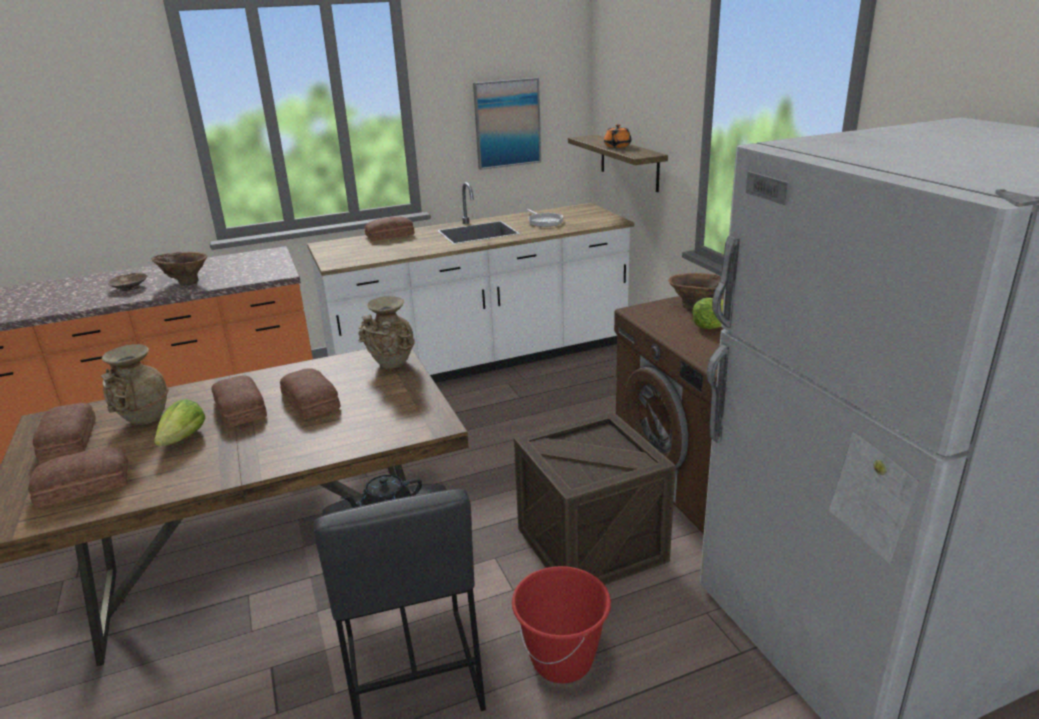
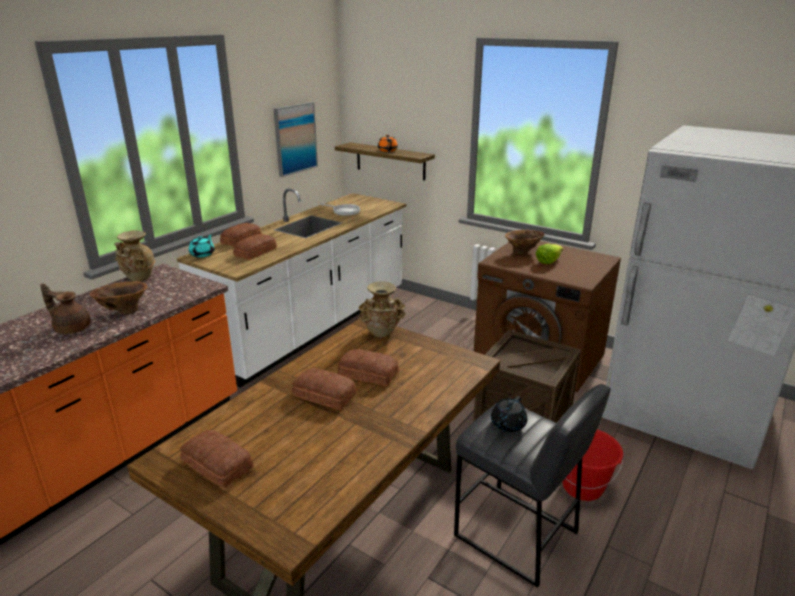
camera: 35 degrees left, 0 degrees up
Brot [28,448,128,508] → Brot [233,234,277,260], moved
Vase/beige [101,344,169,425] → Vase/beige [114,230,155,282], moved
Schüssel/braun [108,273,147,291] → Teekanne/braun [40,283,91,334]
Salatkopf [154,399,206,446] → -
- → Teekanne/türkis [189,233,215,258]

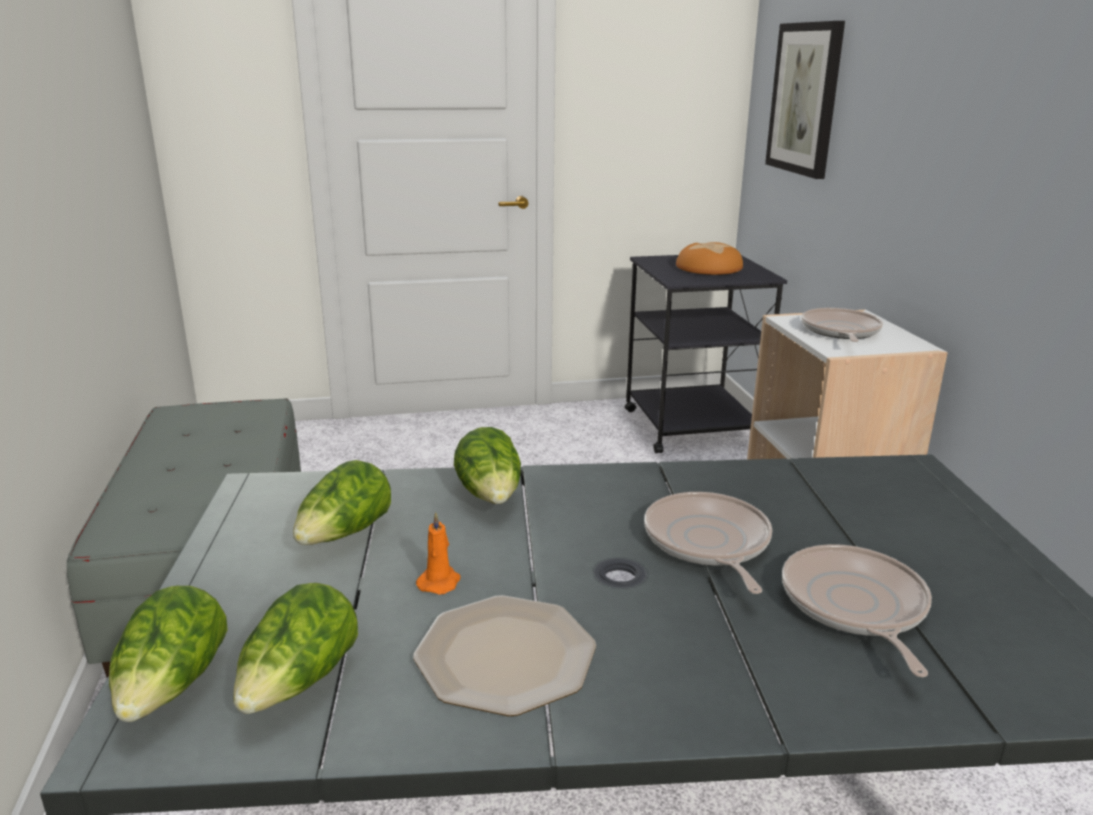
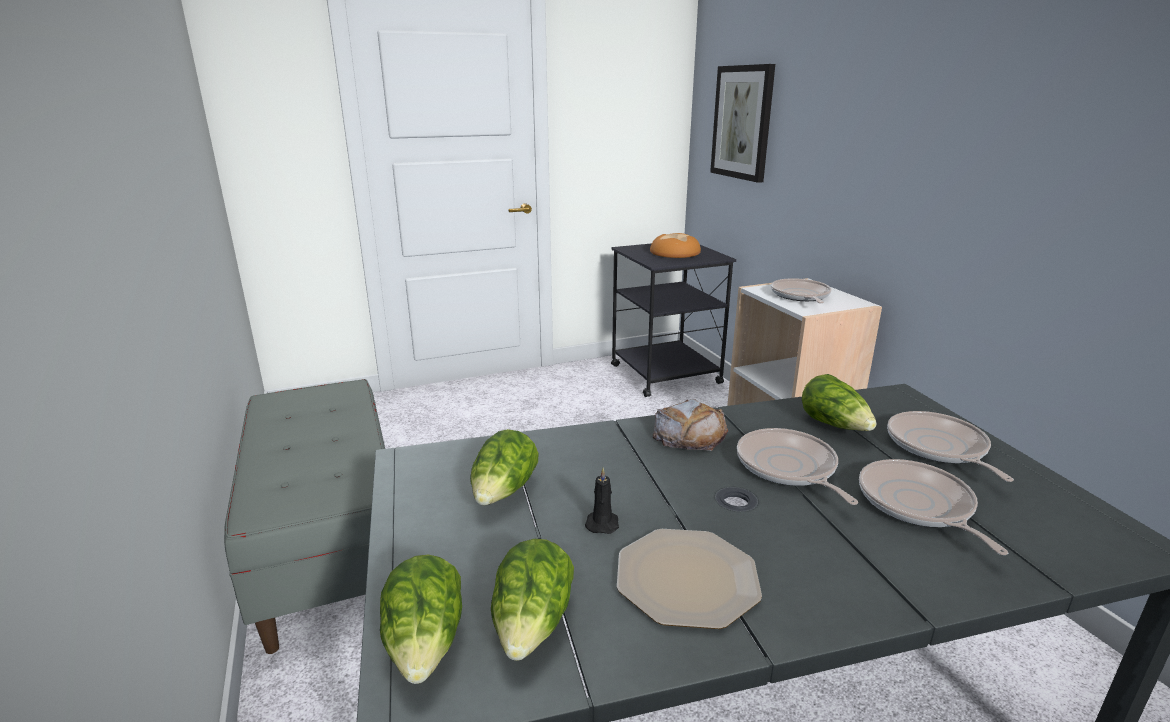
camera: 10 degrees left, 0 degrees up
Kerze/orange [416,512,460,595] → Kerze/schwarz [585,468,619,534]
Salatkopf [454,427,521,504] → Salatkopf [802,374,877,431], moved
- → Brot [653,399,728,451]
- → Pfanne [887,411,1014,482]

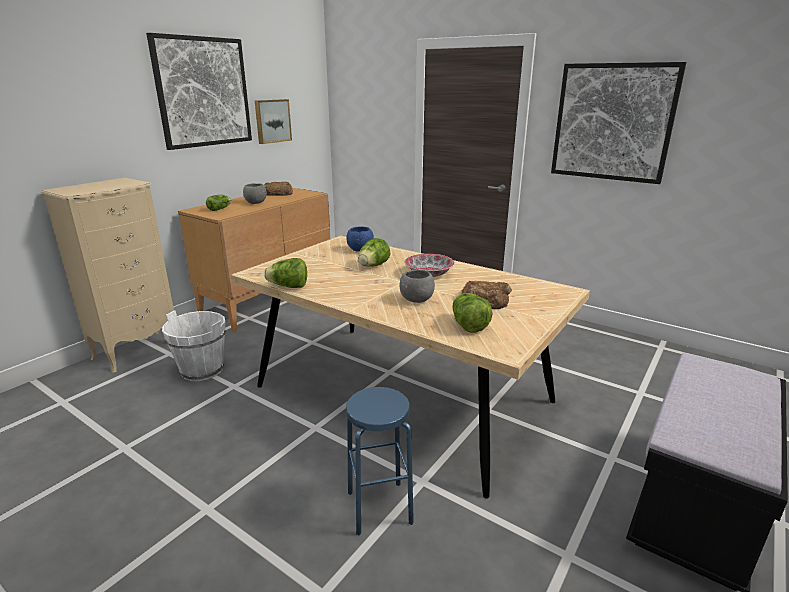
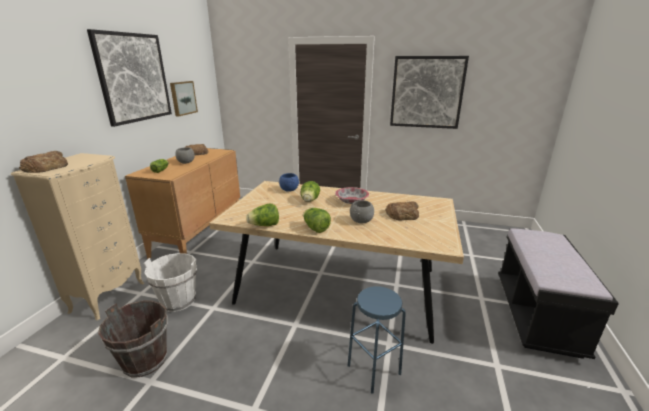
camera: 20 degrees left, 0 degrees up
Salatkopf [452,293,493,333] → Salatkopf [303,208,331,233], moved
- → Brot [19,151,68,173]
- → Eimer/braun [98,301,168,377]

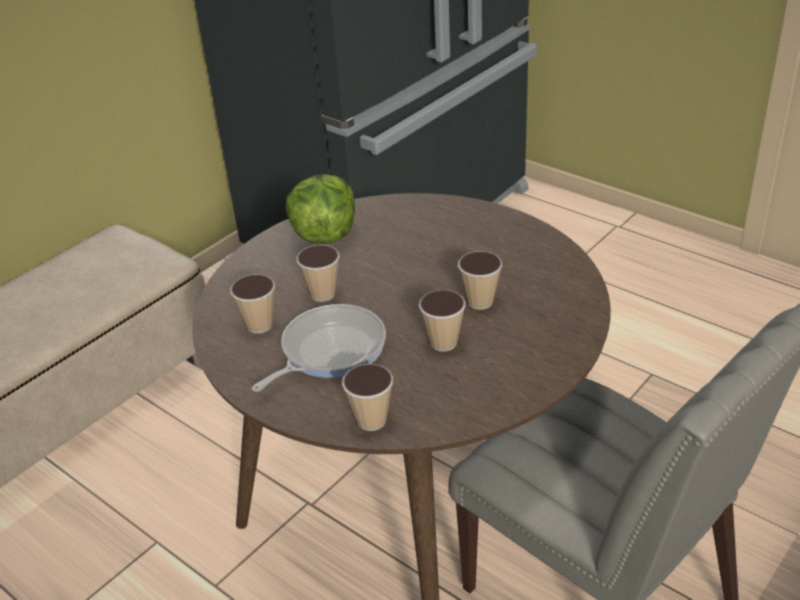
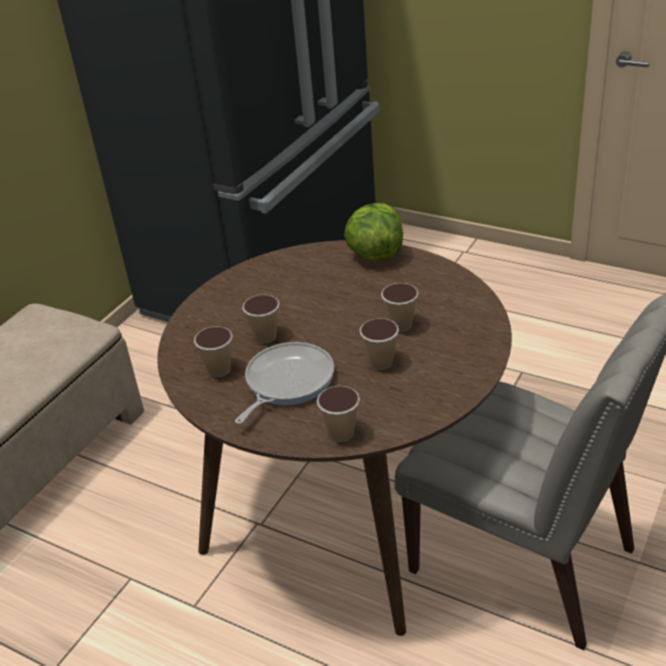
camera: 10 degrees left, 0 degrees up
Salatkopf [285,174,355,244] → Salatkopf [344,203,403,262], moved

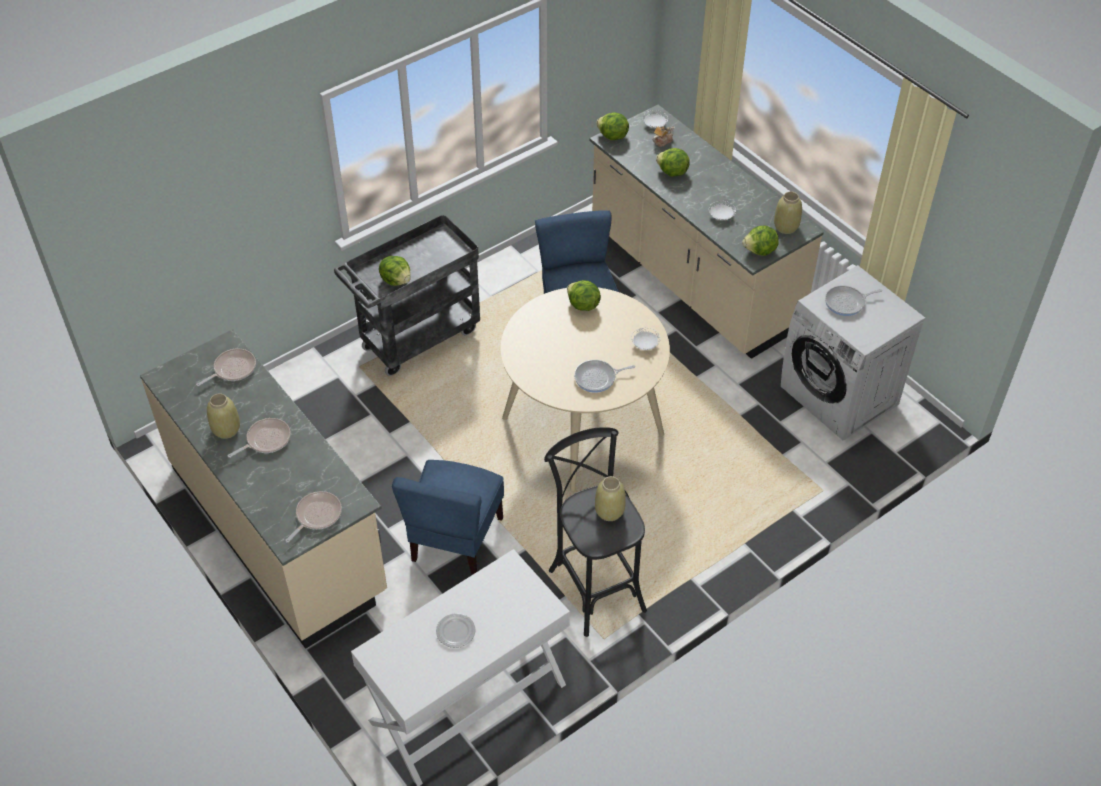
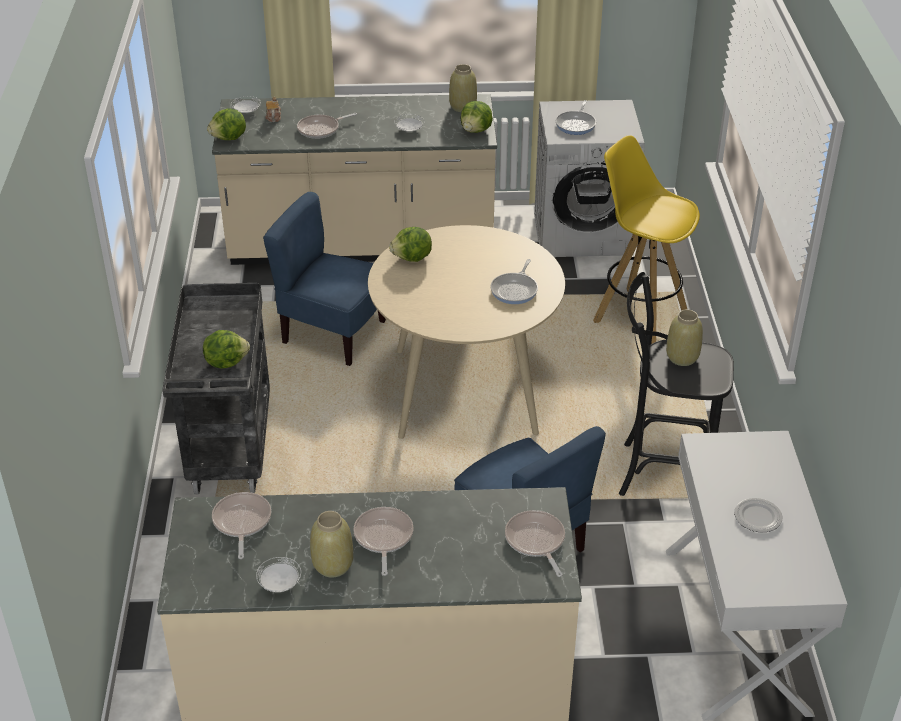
camera: 55 degrees left, 10 degrees down
Teller/weiß [631,328,660,350] → Teller/weiß [256,557,301,592], moved
Salatkopf [656,148,690,177] → Pfanne [297,113,357,139]
- → Hocker/gelb [593,135,700,344]

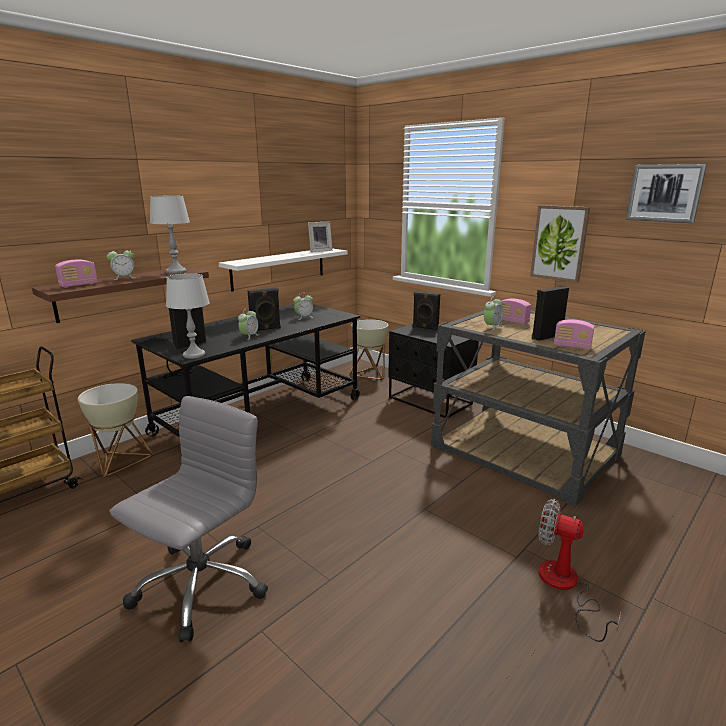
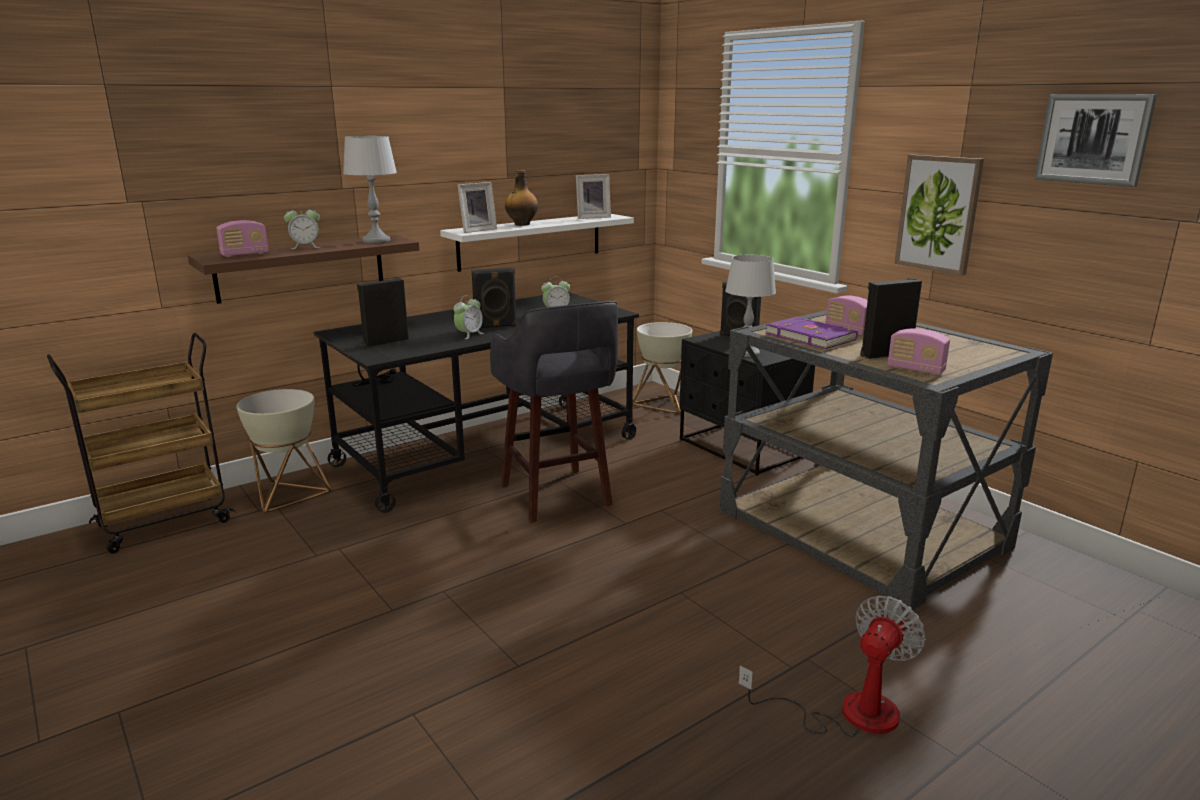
camera: 10 degrees right, 0 degrees up
Bürostuhl/grau [109,396,268,642] → -
Tischlampe/grau [166,273,210,359] → Tischlampe/grau [725,254,776,357], moved
Wecker [484,296,503,330] → Buch/lila [765,317,858,349]
Ventilator [538,499,621,642] → Ventilator [738,595,926,737], 90 degrees clockwise
- → Bilderrahmen [458,182,497,233]
- → Hocker/grau [490,301,618,522]
- → Flasche [505,170,538,226]

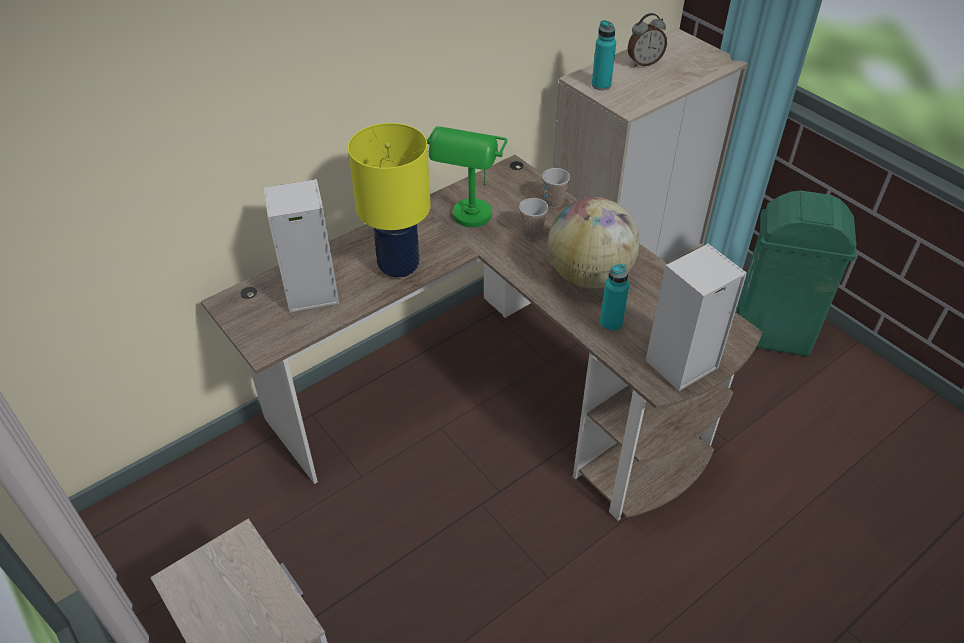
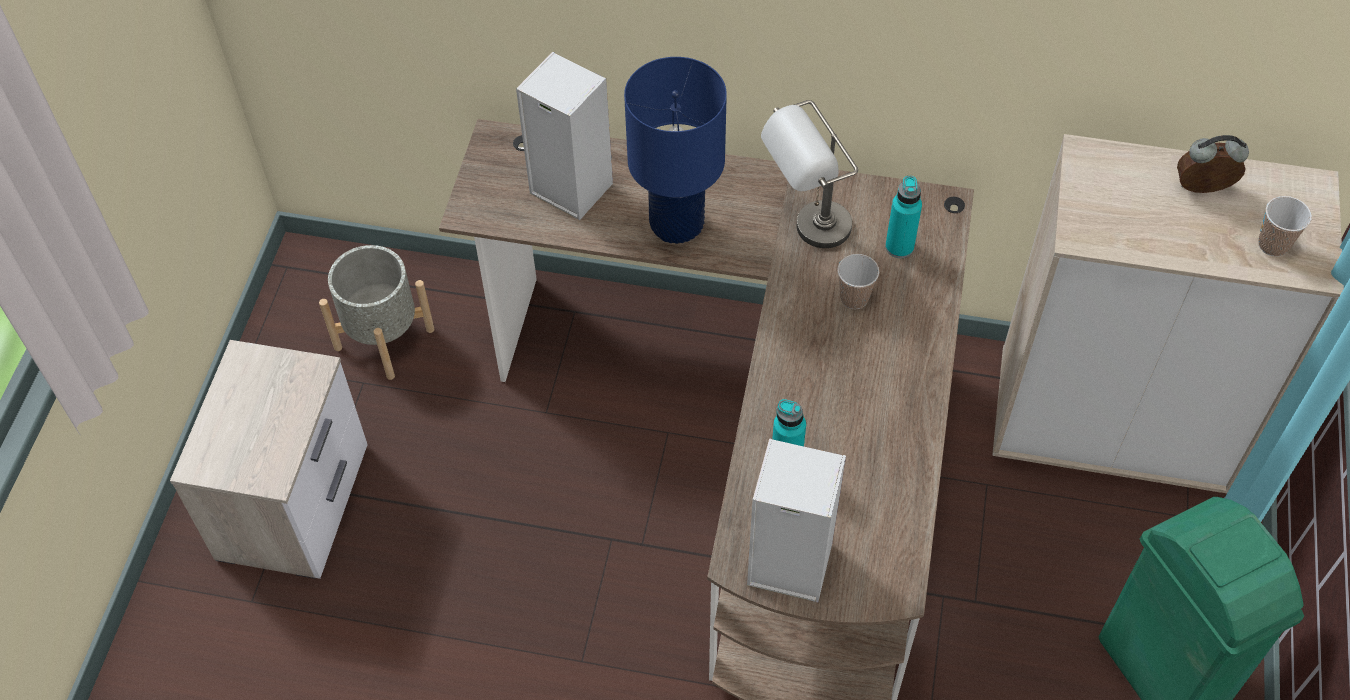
camera: 50 degrees right, 10 degrees up
Tischlampe/gelb [348,123,431,277] → Tischlampe/blau [624,57,727,244]
Tischlampe/grün [426,126,507,227] → Tischlampe/grau [761,100,858,248]
Tasse [542,168,570,208] → Tasse [1258,196,1312,257], moved
Globus [548,197,640,288] → -
Flasche/türkis [592,20,616,90] → Flasche/türkis [885,176,922,258], moved
Wecker [628,13,667,66] → Wecker [1177,135,1249,193], 150 degrees clockwise
- → Pflanzkübel/grau [319,245,434,380]

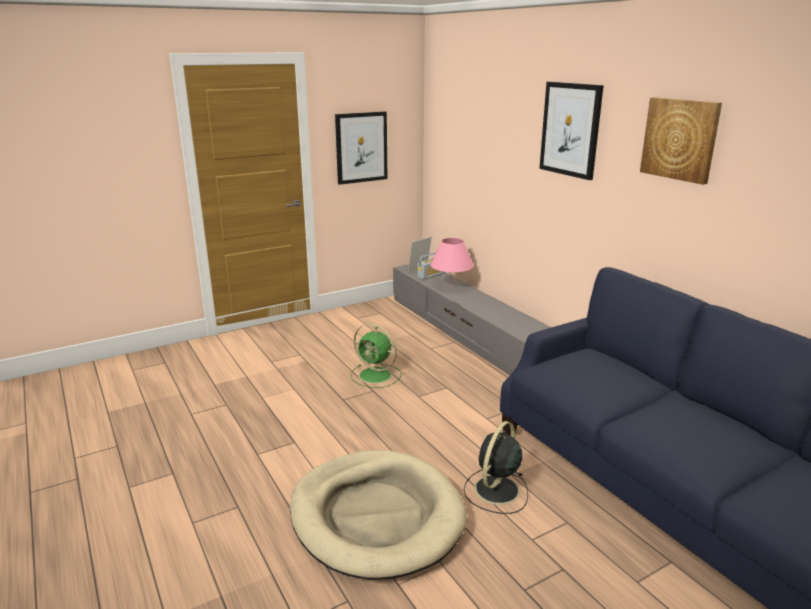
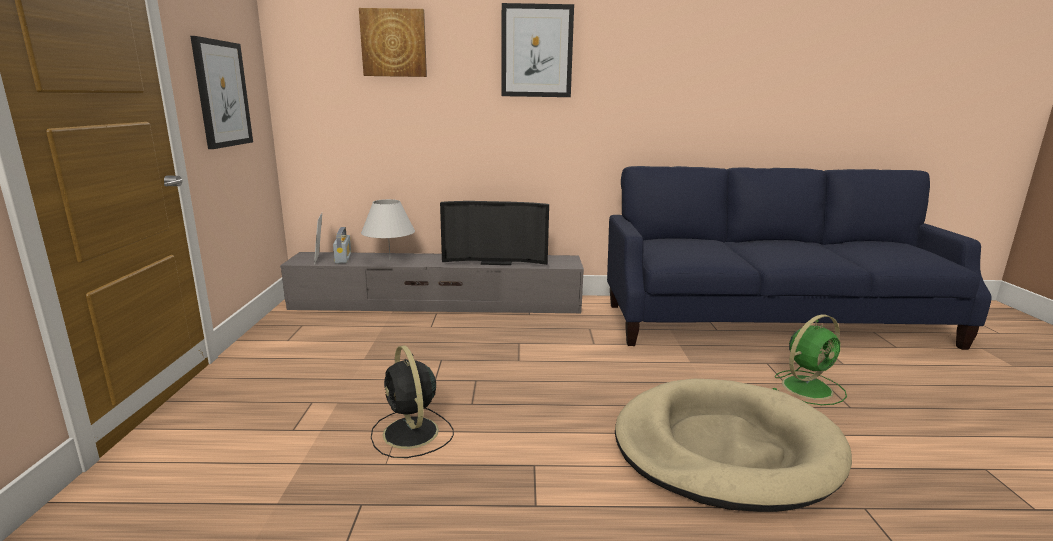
camera: 60 degrees left, 5 degrees down
Ventilator/grün [350,324,401,388] → Ventilator/grün [773,315,847,405], moved
Tischlampe/rosa [430,238,474,287] → Tischlampe/weiß [361,199,415,257]
Ventilator/schwarz [464,421,528,514] → Ventilator/schwarz [371,345,454,458], moved
Bild [640,97,722,185] → Bild [359,8,427,77], moved
- → Fernseher [440,201,549,265]

